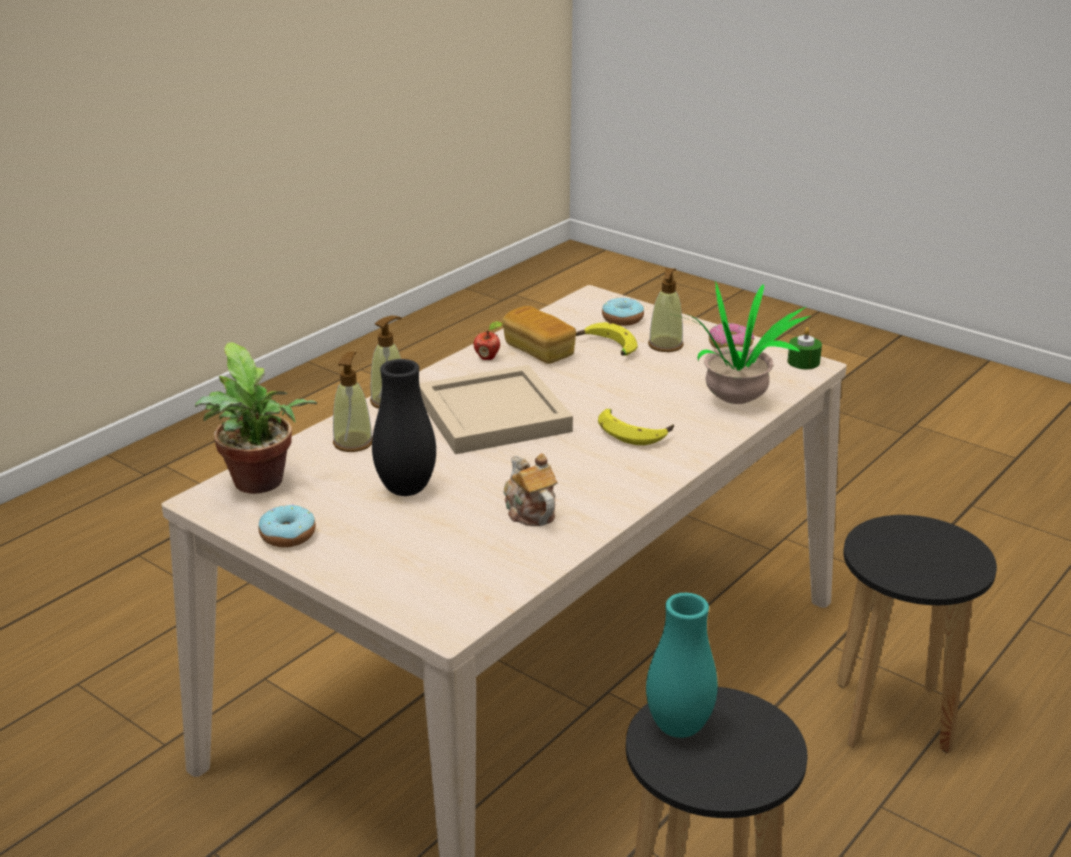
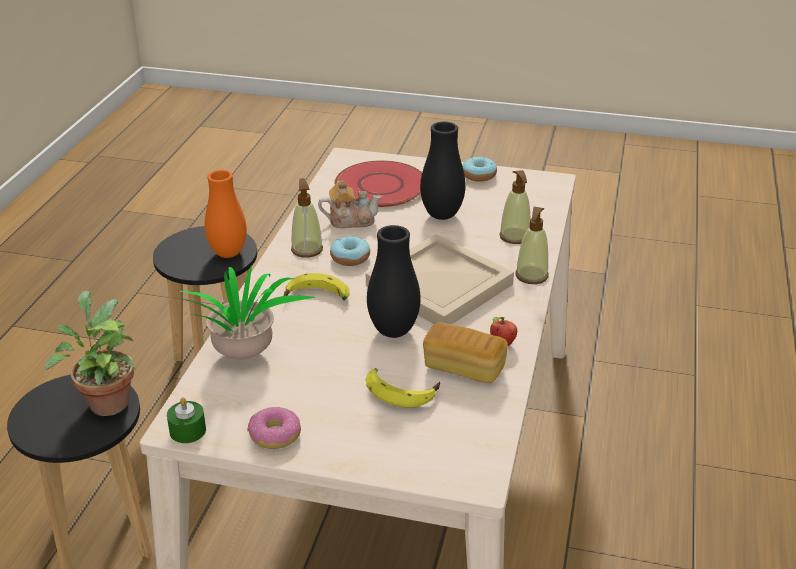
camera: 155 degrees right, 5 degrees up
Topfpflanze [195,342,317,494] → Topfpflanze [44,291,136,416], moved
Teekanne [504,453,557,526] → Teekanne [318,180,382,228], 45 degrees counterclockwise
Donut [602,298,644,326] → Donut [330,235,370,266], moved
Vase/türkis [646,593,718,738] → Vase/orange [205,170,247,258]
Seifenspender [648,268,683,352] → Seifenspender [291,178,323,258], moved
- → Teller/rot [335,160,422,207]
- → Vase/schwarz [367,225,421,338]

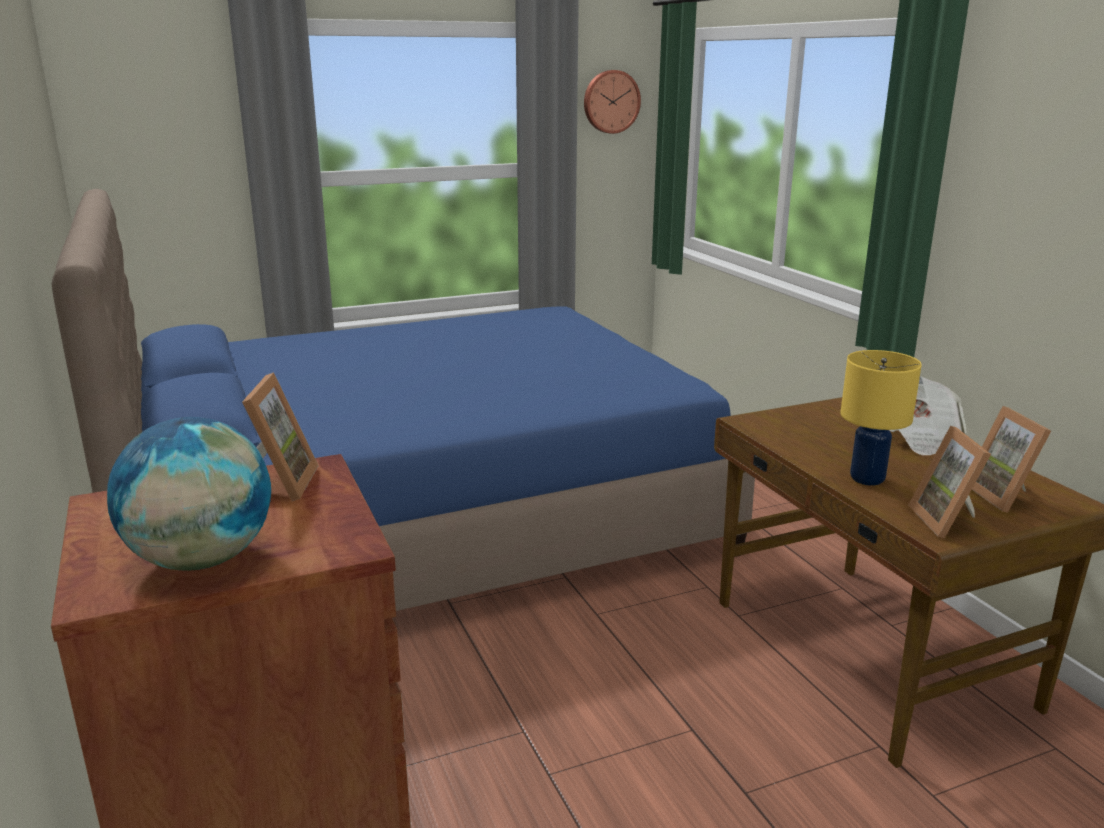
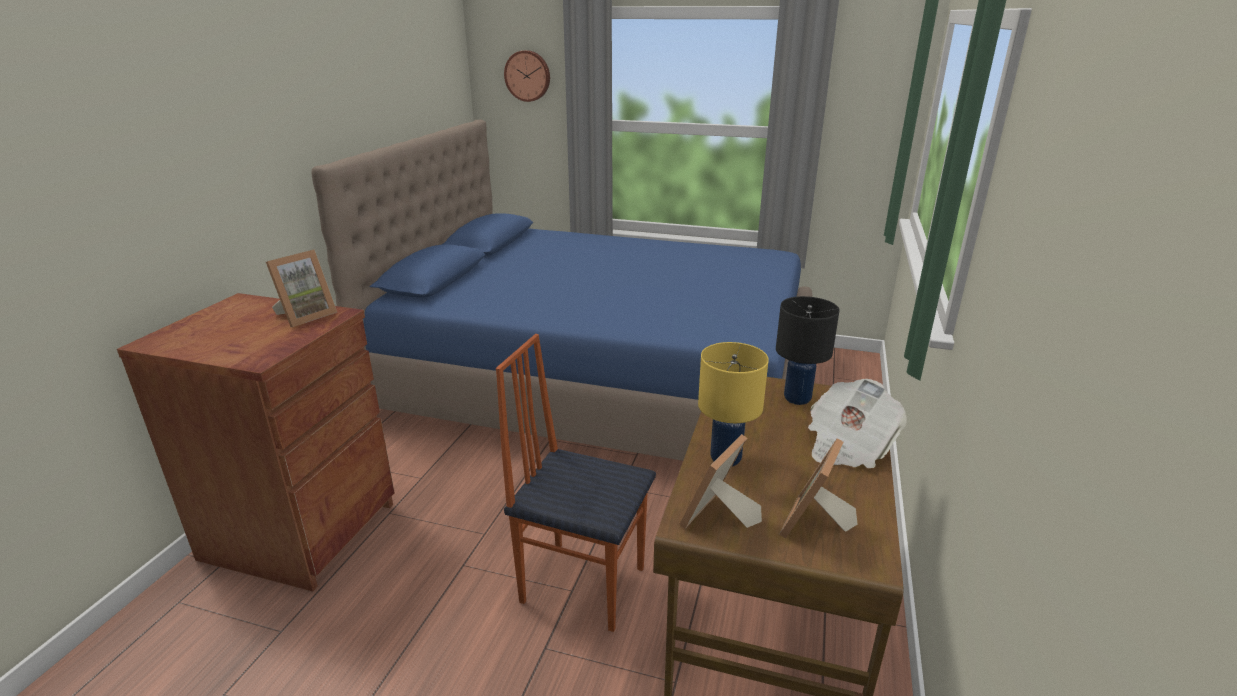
camera: 40 degrees right, 5 degrees up
Globus [107,417,271,571] → -
Wanduhr [584,70,641,134] → Wanduhr [504,50,550,102], moved
- → Stuhl [496,334,656,632]
- → Tischlampe/schwarz [776,296,840,405]

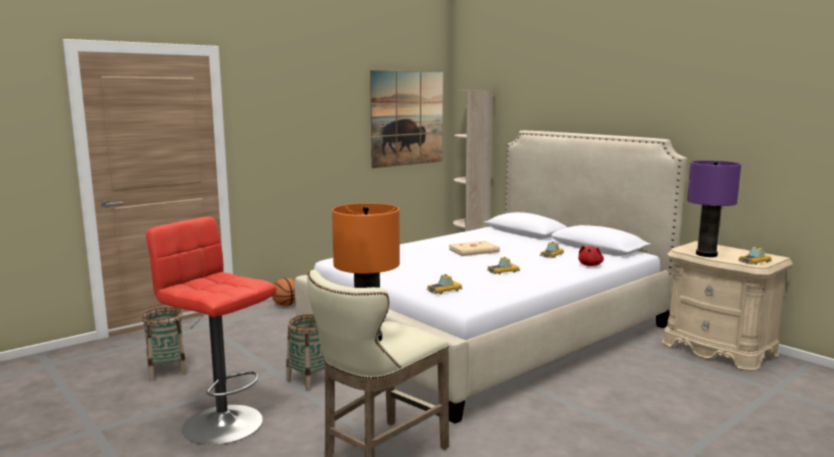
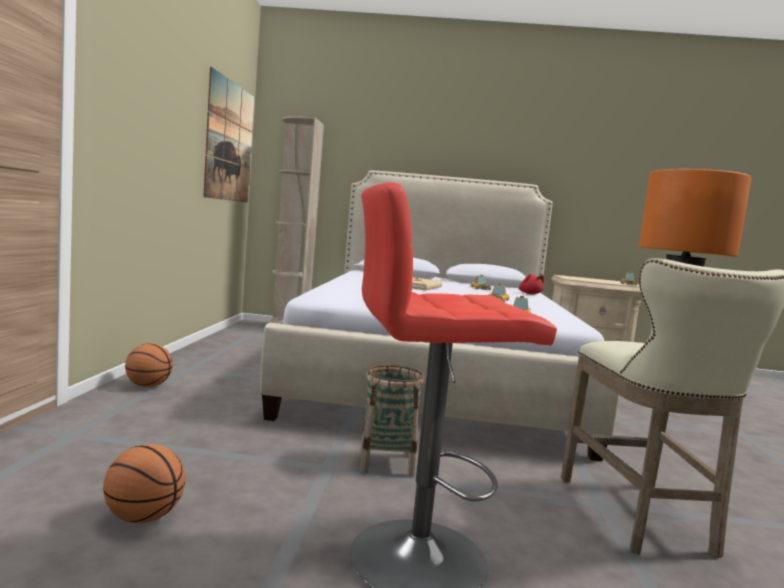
camera: 45 degrees left, 5 degrees down
Korb [142,307,187,381] → Basketball [103,444,185,523]
Tischlampe/lila [687,160,741,257] → -

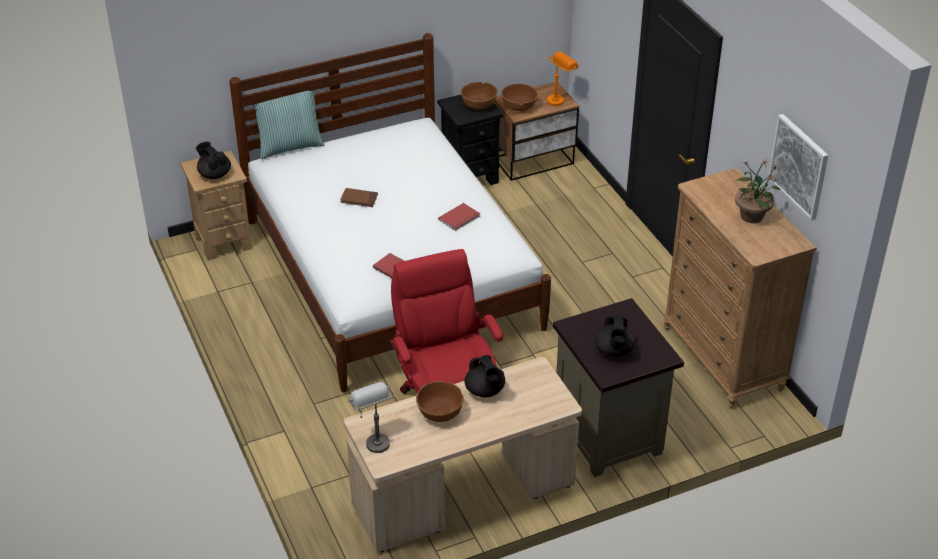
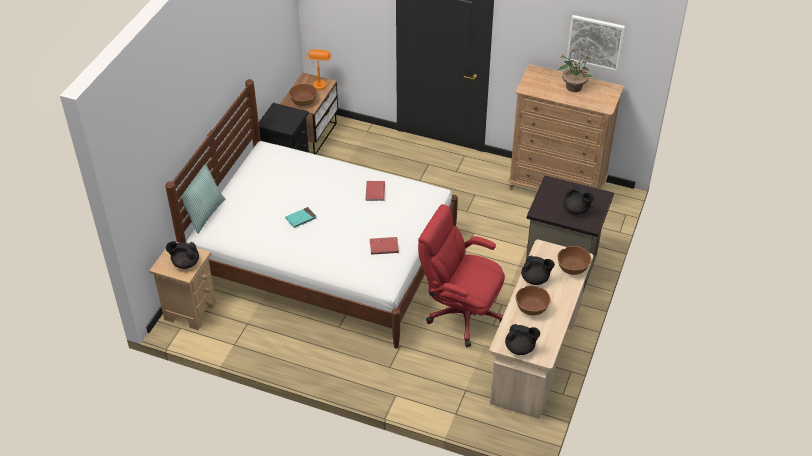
camera: 45 degrees left, 5 degrees up
Buch/braun [340,188,378,207] → Buch/türkis [285,207,317,228]
Tischlampe/grau [348,382,395,453] → Teekanne/schwarz [505,324,540,355]
Schüssel/braun [461,82,498,110] → Schüssel/braun [557,246,591,275], moved

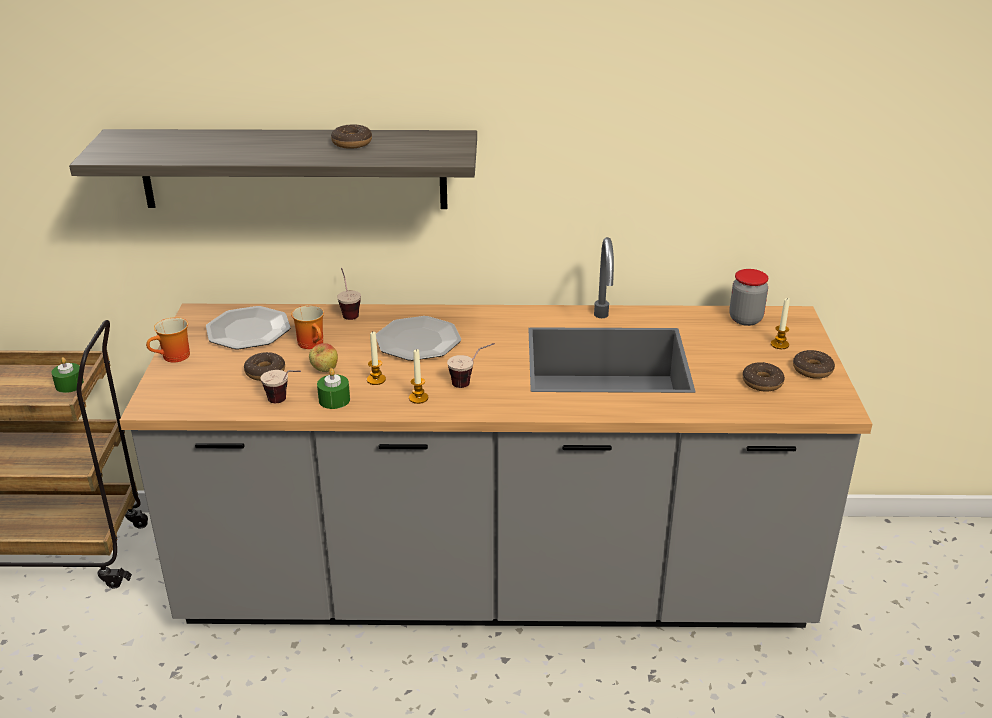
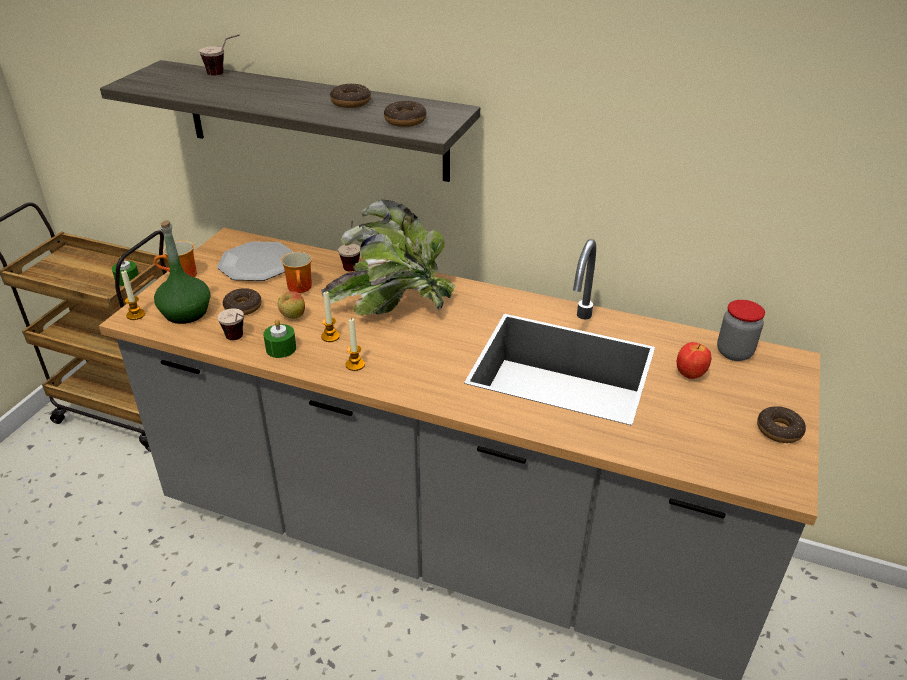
camera: 20 degrees right, 5 degrees up
Teller [376,316,461,361] → Topfpflanze [321,199,456,316]
Tasse [447,343,495,388] → Tasse [199,34,240,76], moved
Donut [742,362,785,392] → Donut [384,101,426,127], moved
Kerze [771,297,790,349] → Kerze [121,270,145,320], moved
- → Flasche/grün [154,220,210,324]
- → Apfel [677,342,711,379]

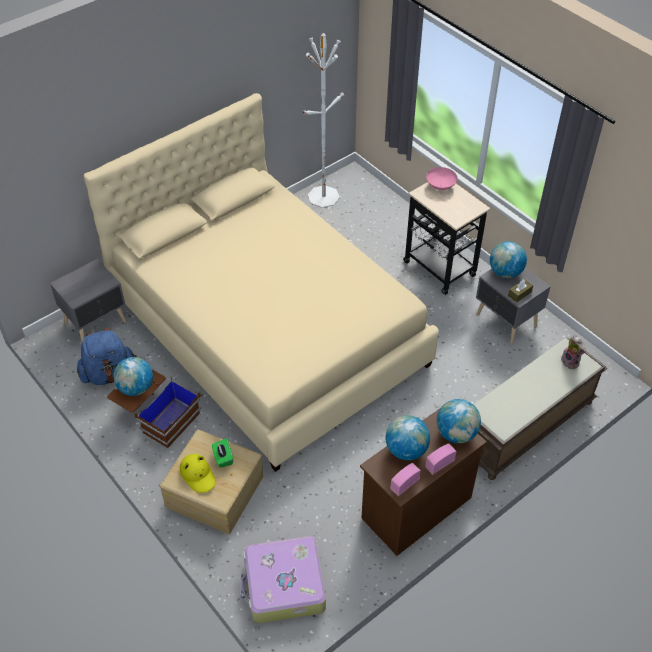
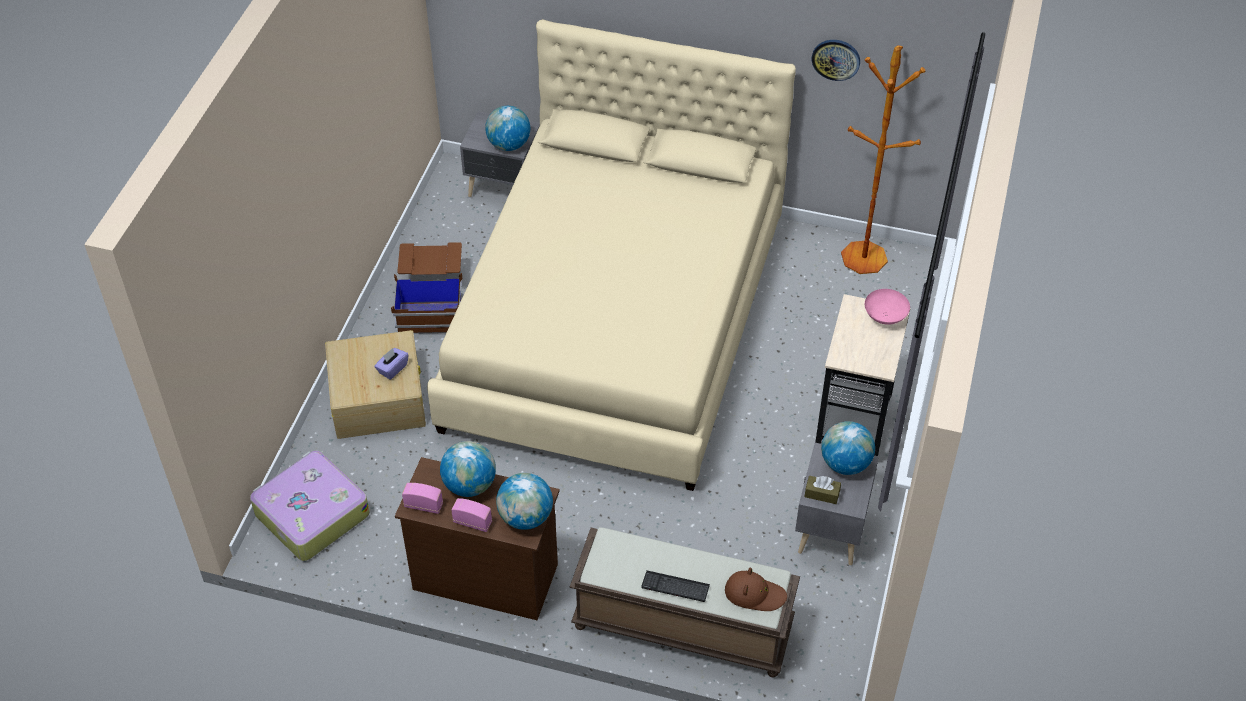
camera: 55 degrees right, 0 degrees up
Rucksack/blau [77,327,137,385] → -
Globus [114,357,153,396] → Globus [485,106,530,151], moved
Hut/gelb [180,454,216,493] → -
Taschentuchbox/grün [212,438,233,468] → Taschentuchbox/lila [374,348,409,380]
Kleiderständer/weiß [303,33,344,208] → Kleiderständer/orange [841,45,925,274]
Plüschtier [561,335,586,369] → Hut/braun [725,568,787,611]
- → Tastatur [641,571,710,602]
- → Wanduhr [812,40,860,81]

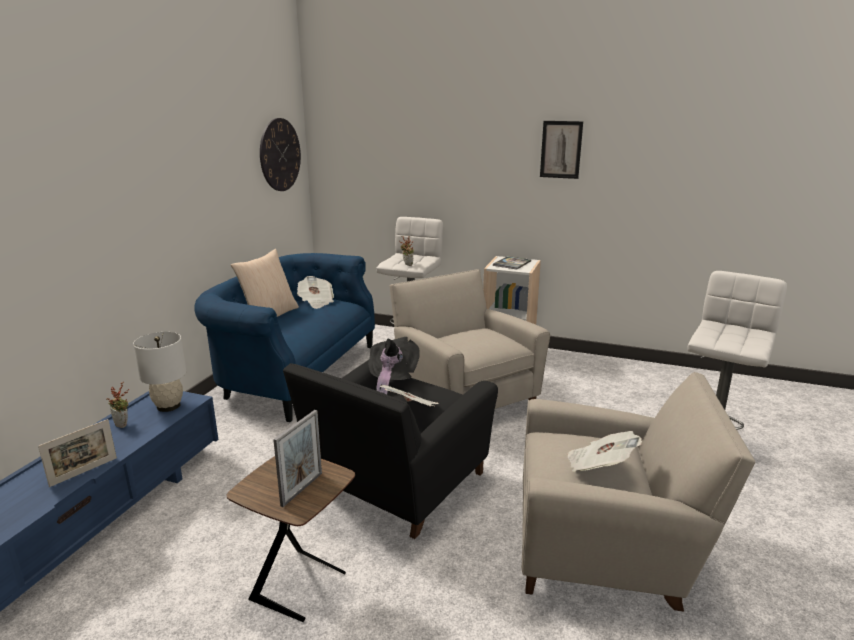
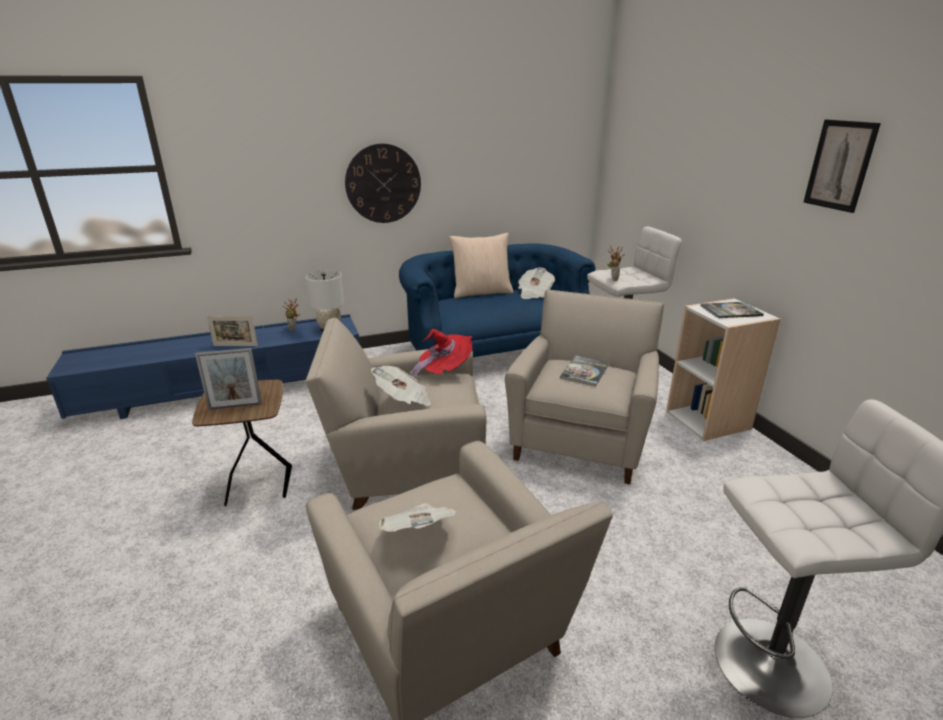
camera: 50 degrees right, 5 degrees up
Wanduhr [260,118,301,191] → Wanduhr [345,143,421,223], moved
Sessel/schwarz [283,360,498,539] → Sessel/beige [306,317,486,510]
Hut/schwarz [368,337,420,394] → Hut/rot [409,329,472,378]
- → Buch [560,355,609,386]

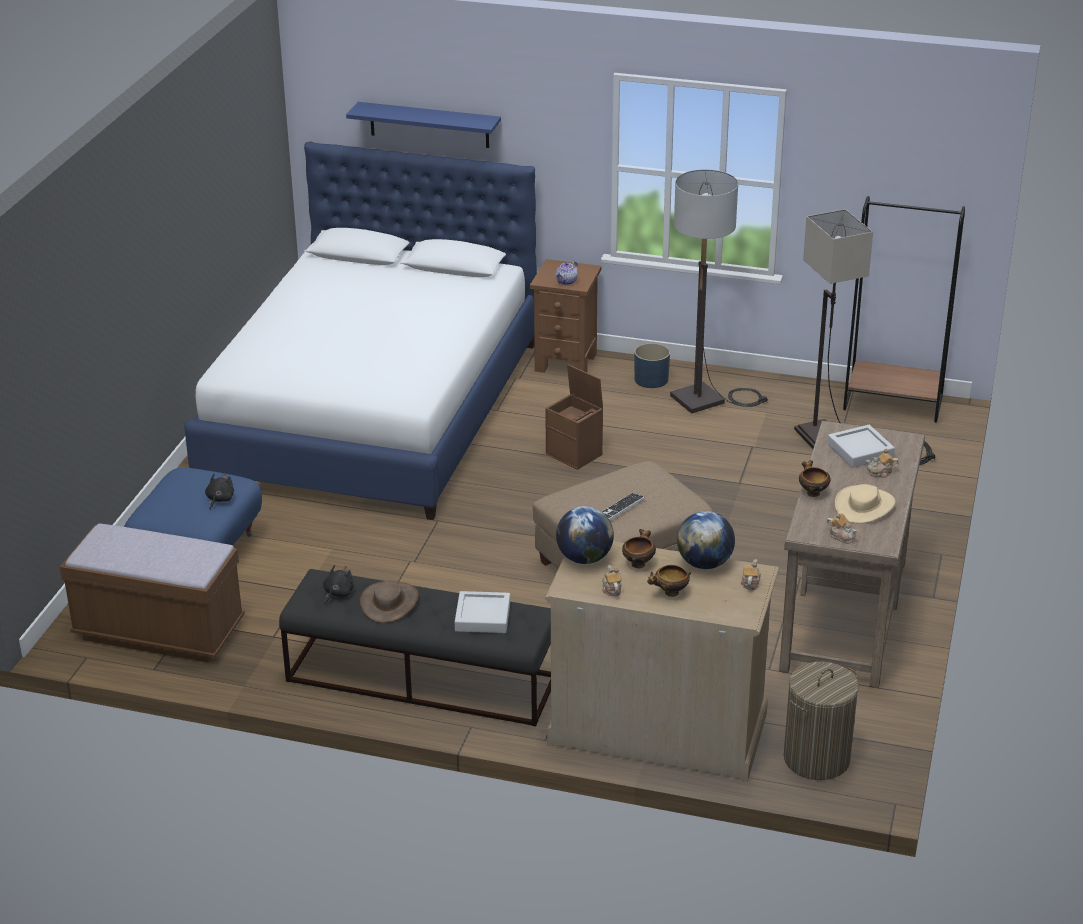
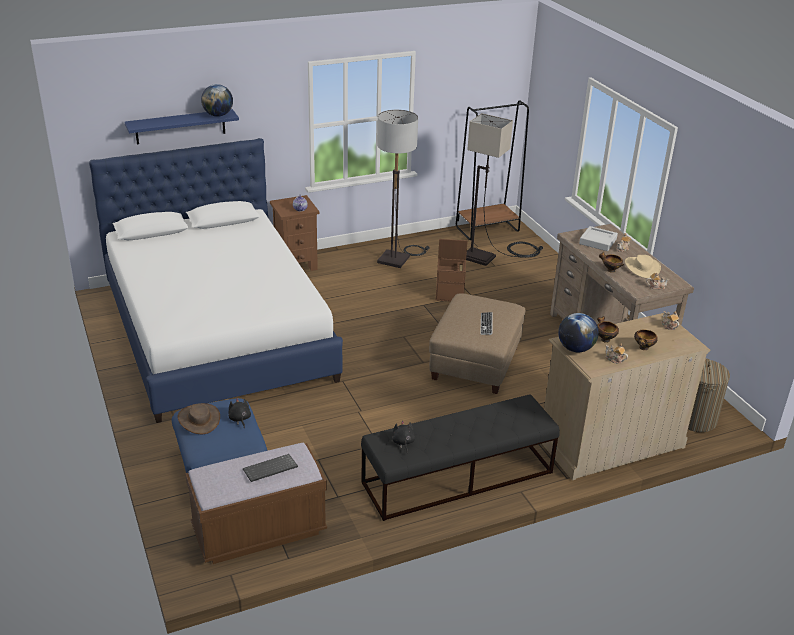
camera: 40 degrees left, 0 degrees up
Hut/braun [360,580,418,623] → Hut/braun [178,403,220,434], moved
Tablett/grau [455,591,510,633] → -
Aufbewahrungsbox/braun [546,364,603,470] → Aufbewahrungsbox/braun [436,239,468,301], moved
Pflanzkübel/blau [634,343,670,388] → -
Globus [677,511,735,569] → Globus [201,84,233,117], moved
- → Tastatur [243,454,298,482]

